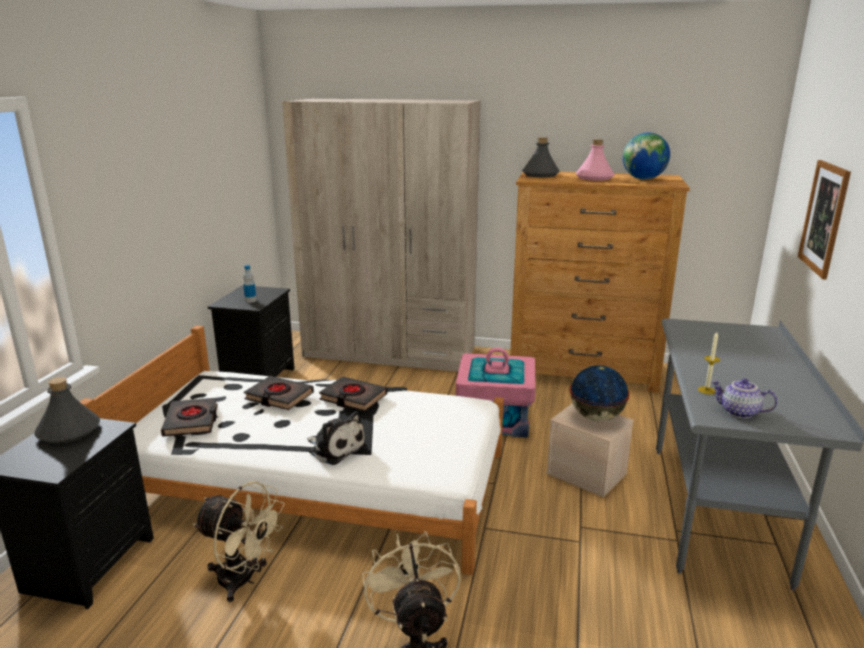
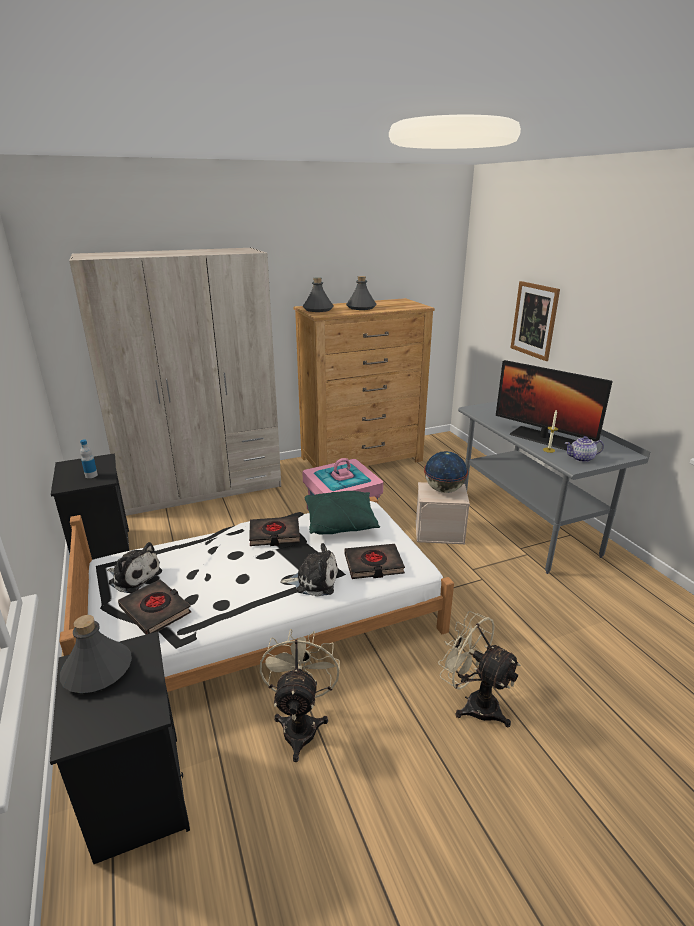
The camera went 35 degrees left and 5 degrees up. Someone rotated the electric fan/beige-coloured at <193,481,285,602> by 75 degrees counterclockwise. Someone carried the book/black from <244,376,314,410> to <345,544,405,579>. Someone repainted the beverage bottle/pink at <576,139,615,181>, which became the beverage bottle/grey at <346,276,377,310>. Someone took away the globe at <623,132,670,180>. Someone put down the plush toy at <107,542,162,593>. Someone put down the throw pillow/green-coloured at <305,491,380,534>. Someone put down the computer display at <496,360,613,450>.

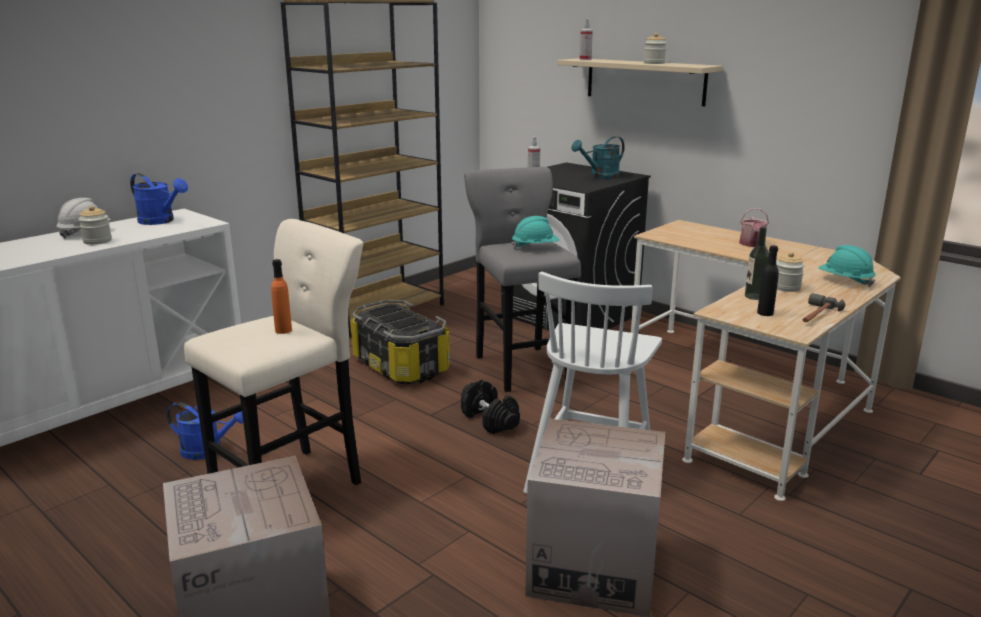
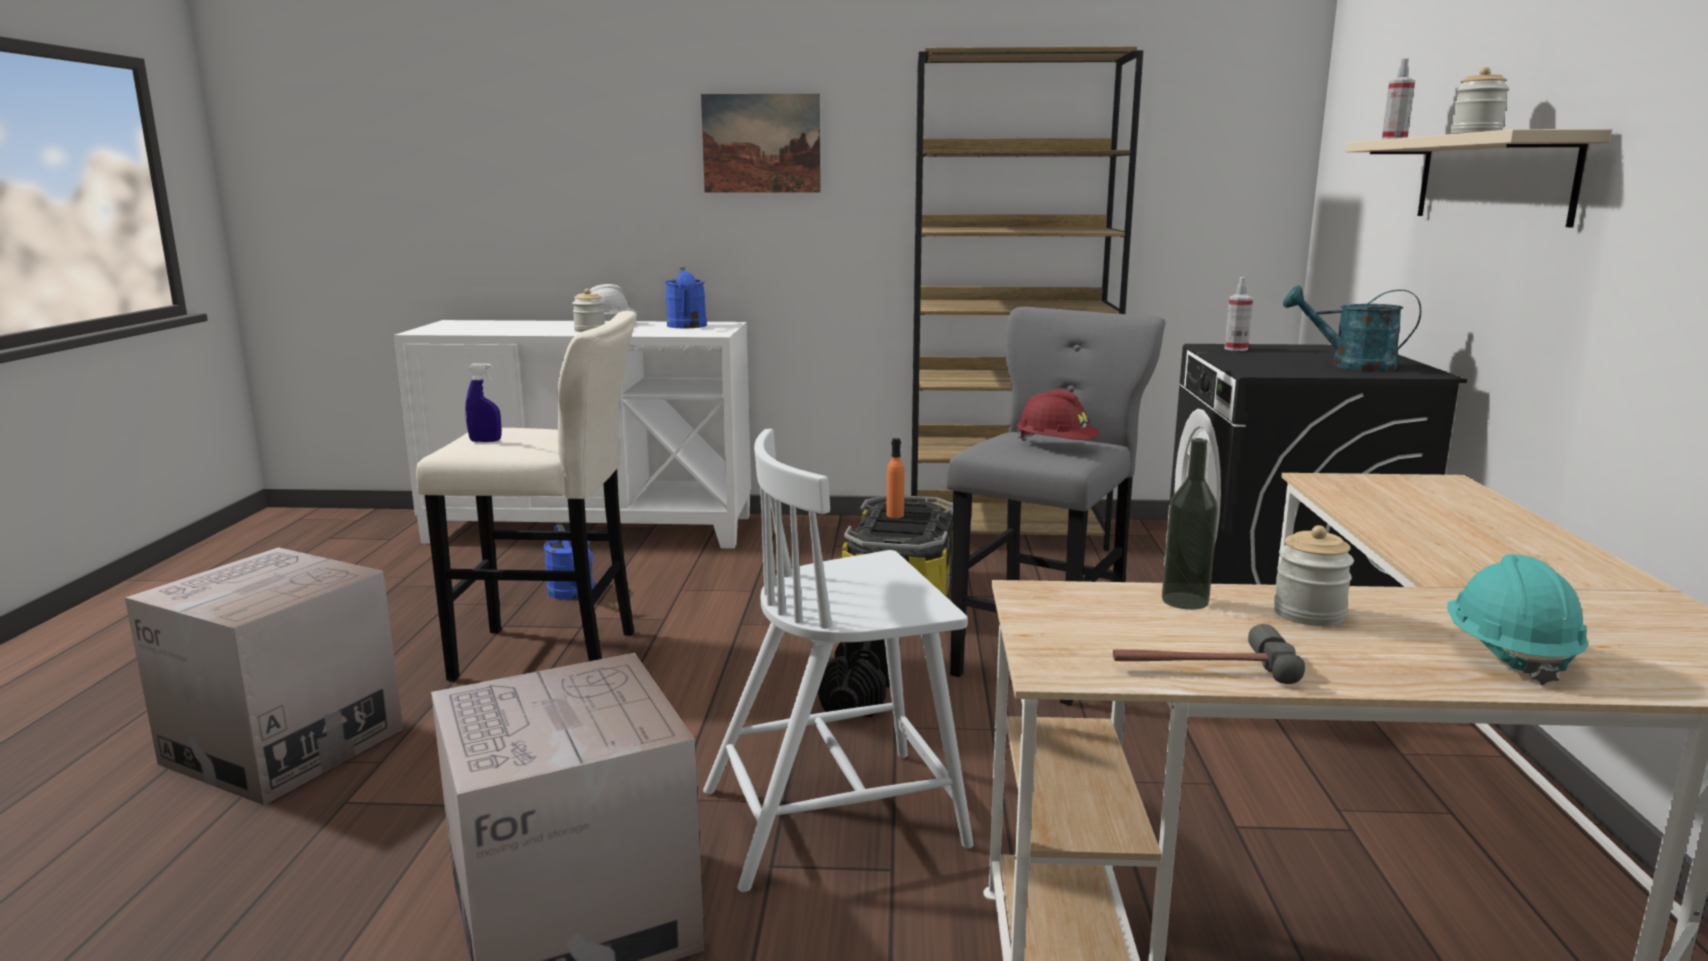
The camera went 50 degrees right and 5 degrees down. Someone carried the beverage bottle/orangey from <271,259,292,334> to <887,438,904,518>. Someone repainted the safety helmet/turquoise-coloured at <512,216,559,249>, which became the safety helmet/red at <1017,389,1100,441>. Someone took away the sprinkling can at <739,208,769,247>. Someone took away the beverage bottle/black at <757,245,779,316>. Someone put down the spray bottle/blue at <465,363,501,442>. Someone put up the wall picture at <701,94,821,193>.

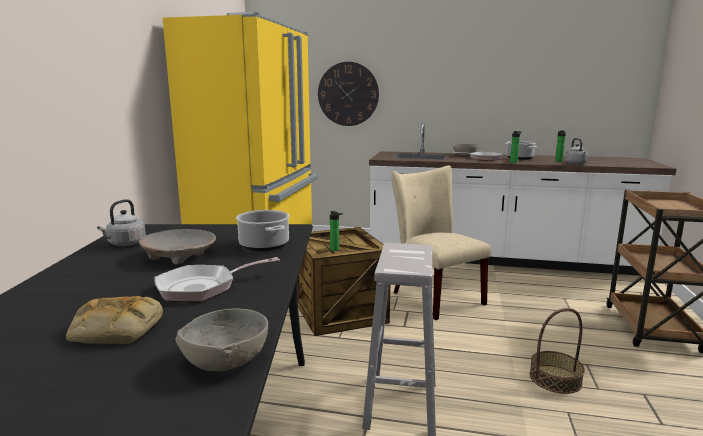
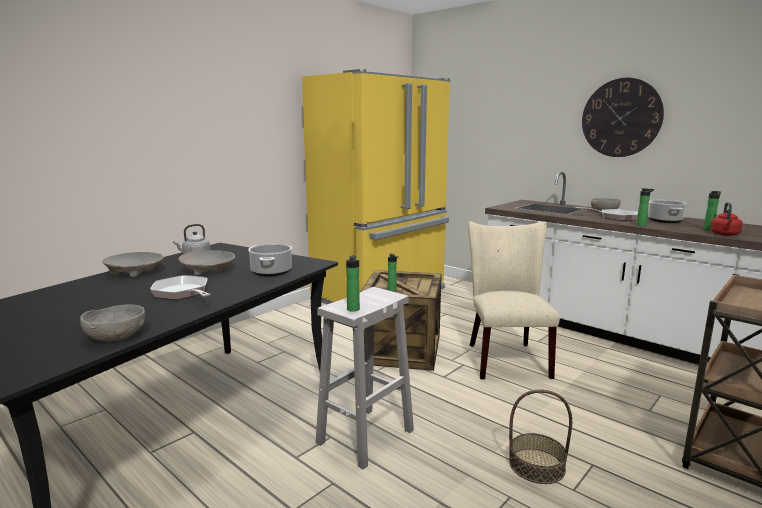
The camera went 30 degrees right and 0 degrees up. Someone took away the bread at <66,296,163,344>. Someone rotated the pan at <154,257,280,302> by 45 degrees clockwise. Someone carried the wall clock from <318,62,379,126> to <582,78,664,157>. Someone repainted the kettle/grey at <565,138,588,164>, which became the kettle/red at <710,202,743,236>. Someone put down the bowl/beige-coloured at <102,252,164,277>. Someone put down the beverage bottle at <346,255,360,312>.

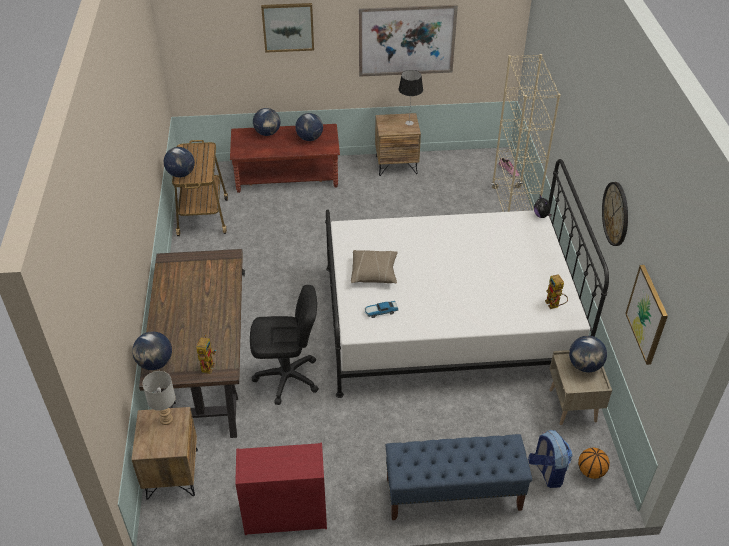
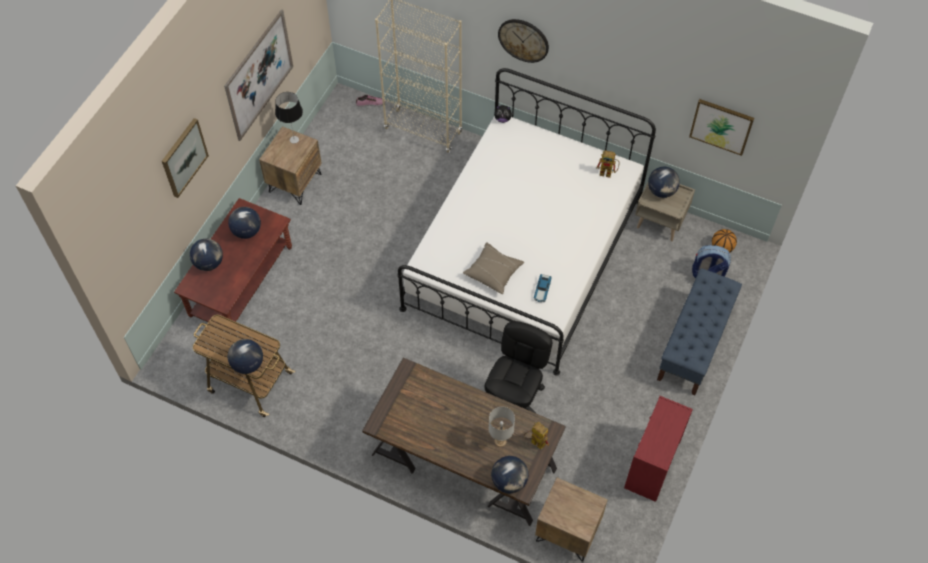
The camera went 60 degrees left and 15 degrees up. Someone carried the table lamp/grey from <142,371,176,425> to <489,407,515,447>. Someone carried the wall clock from <602,182,628,246> to <498,19,549,63>.

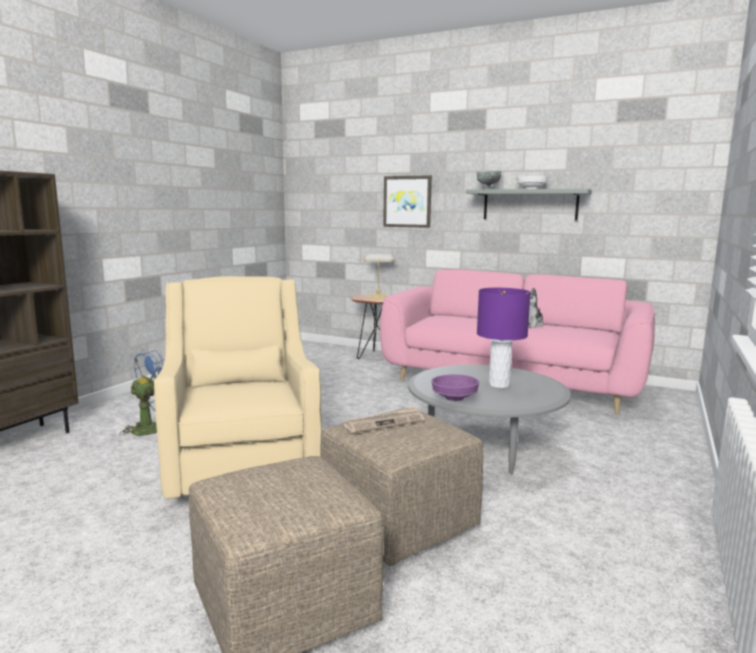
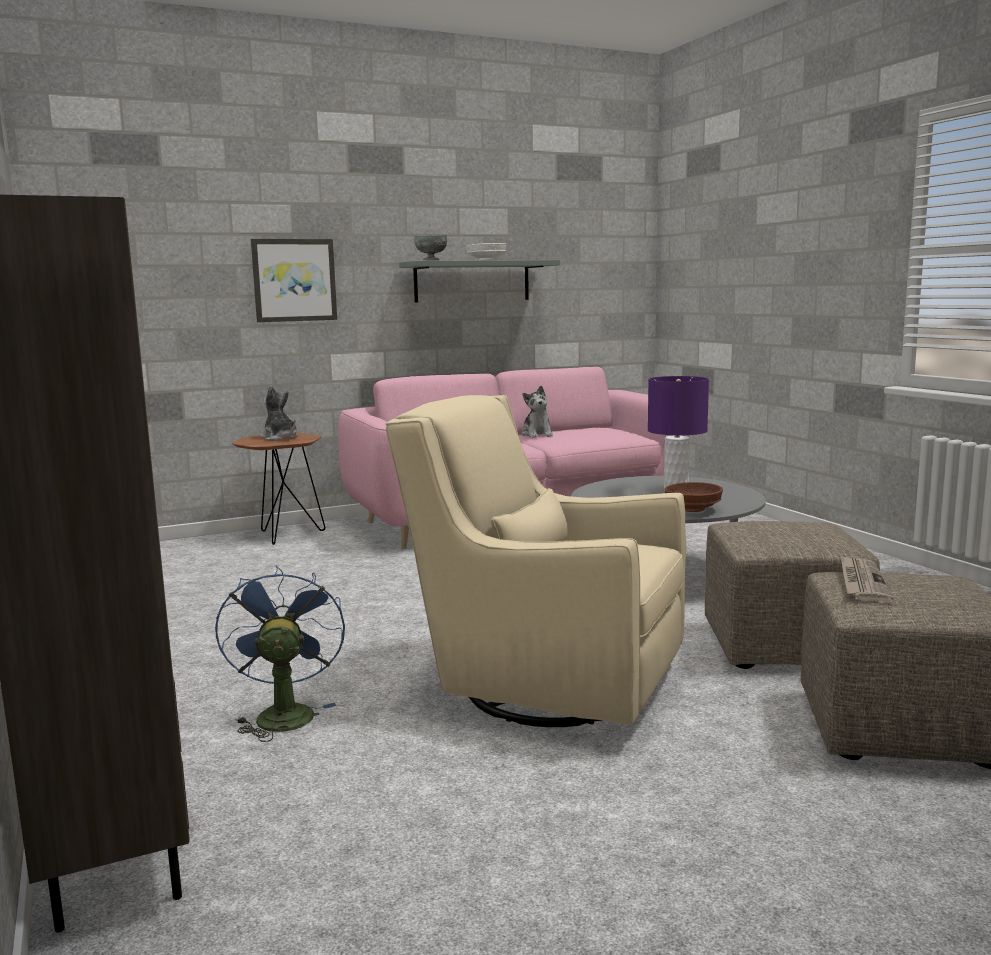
The camera went 50 degrees left and 0 degrees up. Someone carried the newspaper from <344,407,424,433> to <841,555,894,603>. Someone swapped the table lamp at <362,254,396,300> for the plush toy at <260,386,298,441>. Someone repainted the bowl/purplish at <431,375,479,401>, which became the bowl/brown-coloured at <665,482,723,512>.

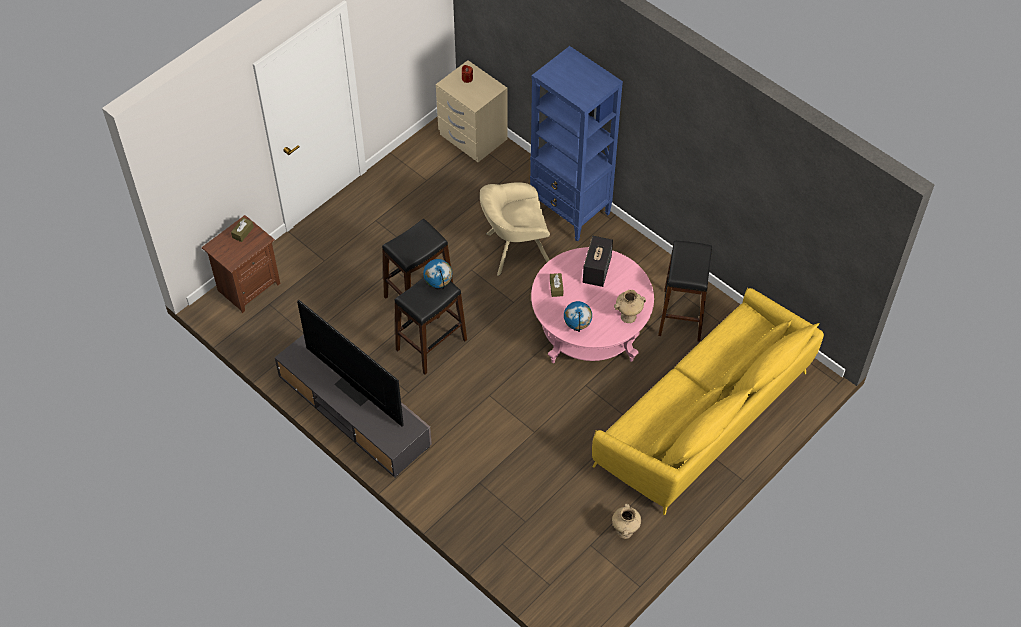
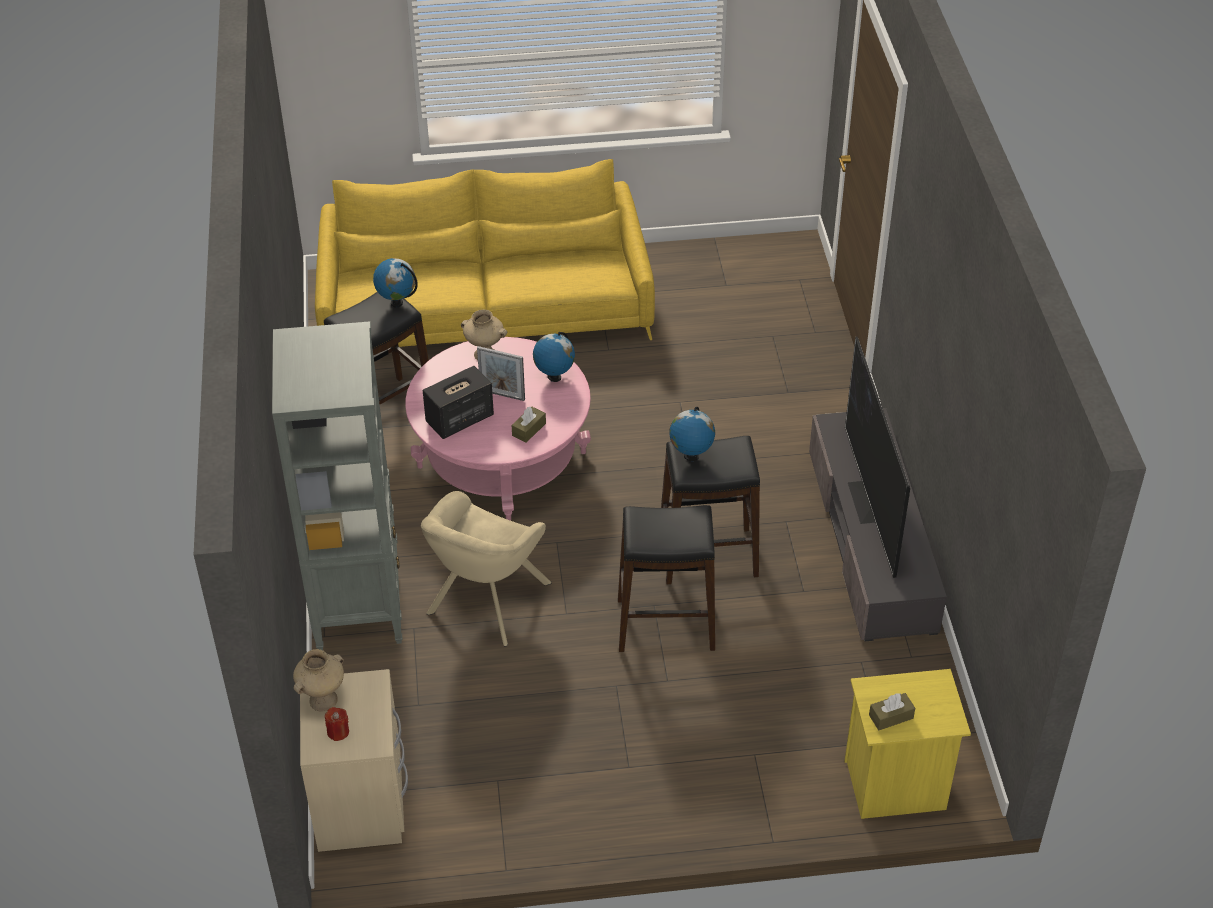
The camera went 140 degrees left and 10 degrees down. Someone repainted the bedside table/brown-coloured at <202,215,280,313>, which became the bedside table/yellow at <844,669,971,819>. Someone rotated the armchair/beige-coloured at <480,182,550,276> by 90 degrees clockwise. Someone repainted the shelving unit/blue at <530,46,623,242>, which became the shelving unit/grey at <272,321,403,650>. Someone carried the flower vase/beige-coloured from <612,504,641,539> to <293,649,344,712>. Someone put down the globe at <373,258,418,308>. Someone put down the standing frame at <477,346,525,401>.

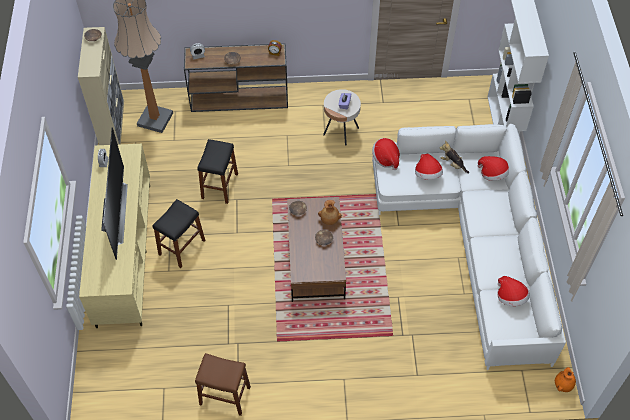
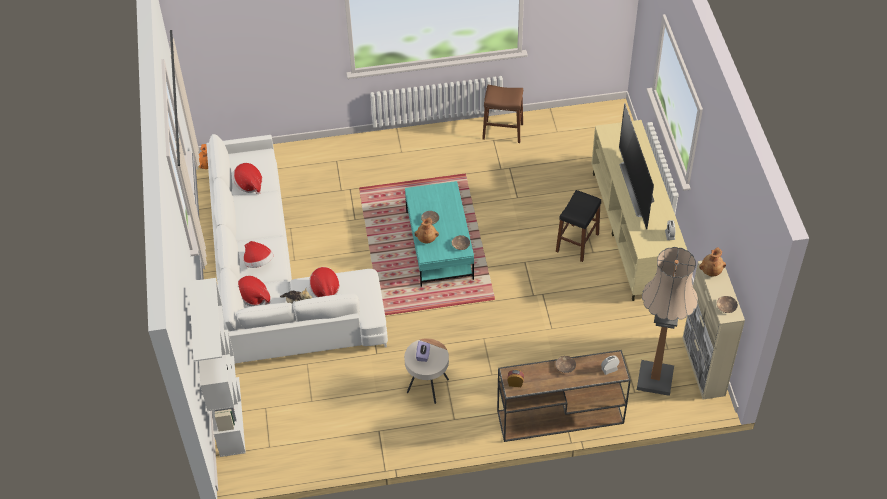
The camera went 175 degrees right and 5 degrees down. Someone took away the sitting stool/black at <197,139,238,204>. Someone repainted the lounge table/brown-coloured at <287,197,346,302>, which became the lounge table/turquoise-coloured at <405,181,474,287>. Someone carried the wearable hat from <372,138,400,170> to <244,241,273,268>. Someone put down the flower vase/brown-coloured at <699,247,726,276>.

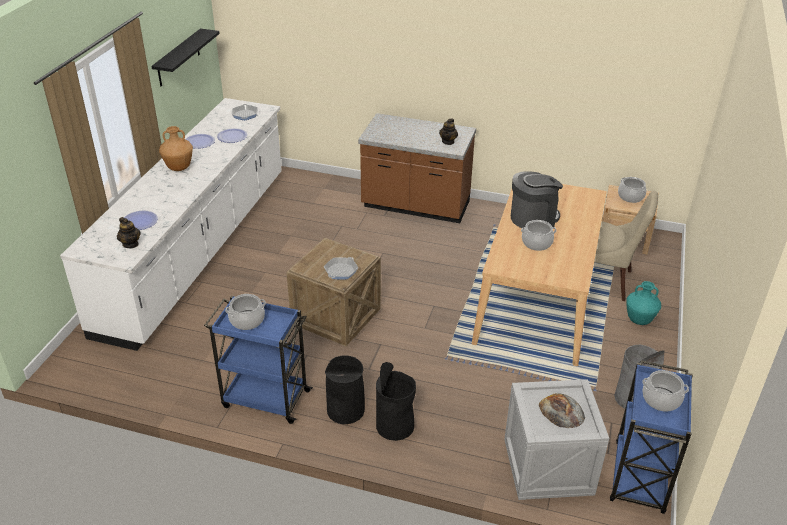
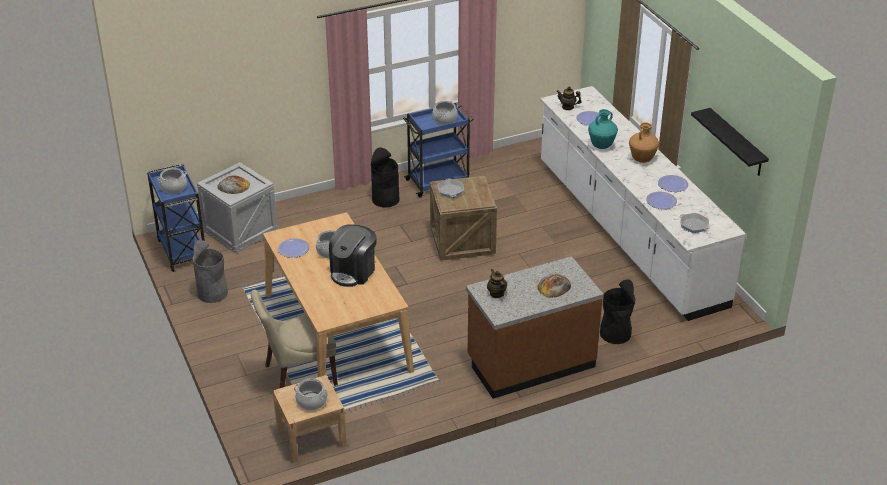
The camera went 140 degrees right and 0 degrees up. Someone carried the trash can/black from <376,362,416,441> to <600,280,635,344>. Someone carried the flower vase/turquoise-coloured from <626,281,661,325> to <588,109,618,149>. Someone put down the dinner plate at <278,238,309,258>. Someone put down the bread at <537,274,571,298>.

